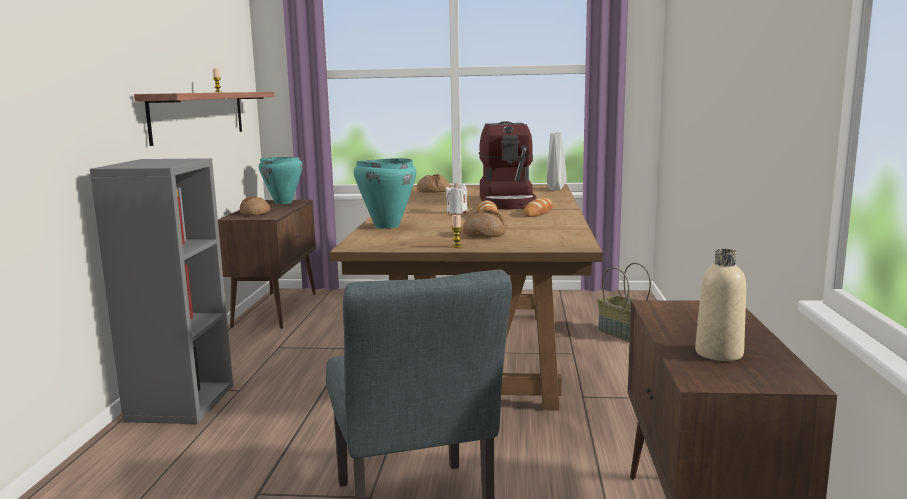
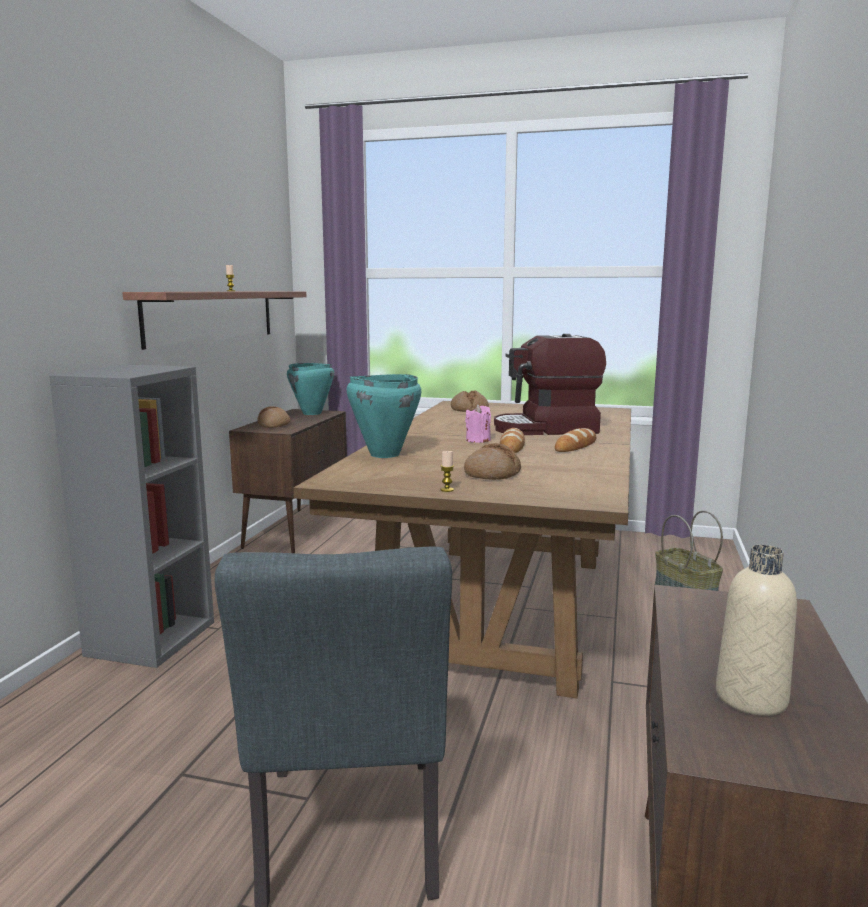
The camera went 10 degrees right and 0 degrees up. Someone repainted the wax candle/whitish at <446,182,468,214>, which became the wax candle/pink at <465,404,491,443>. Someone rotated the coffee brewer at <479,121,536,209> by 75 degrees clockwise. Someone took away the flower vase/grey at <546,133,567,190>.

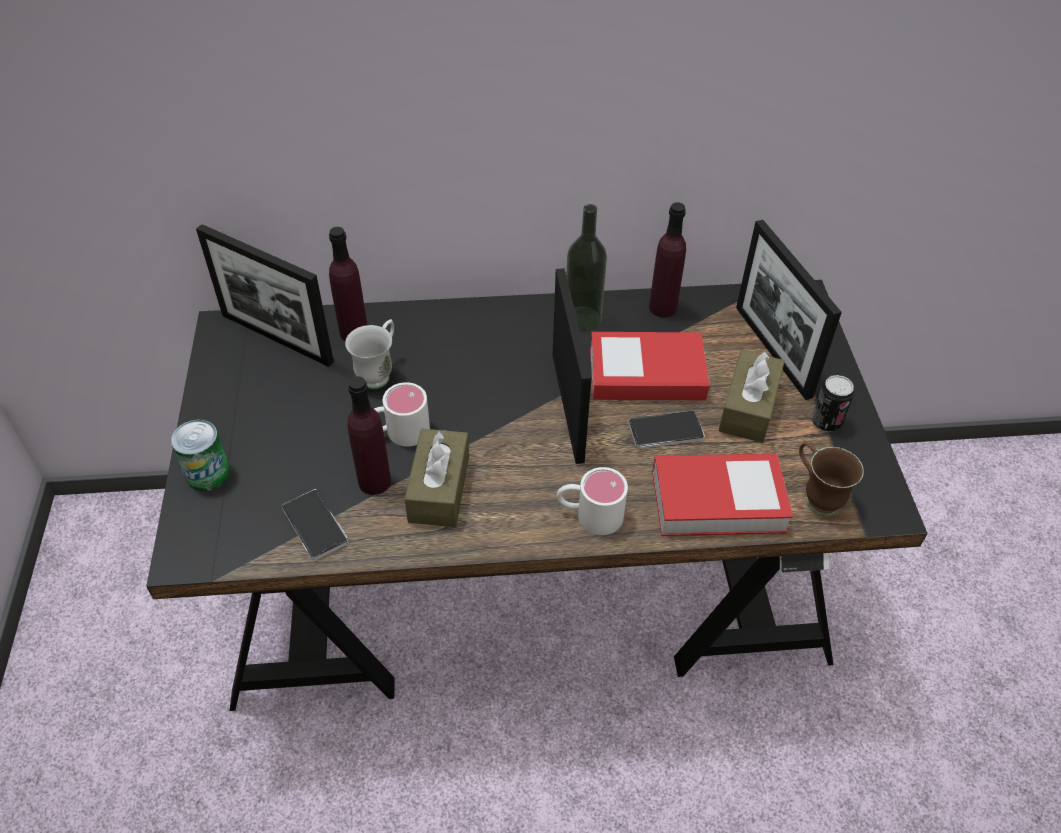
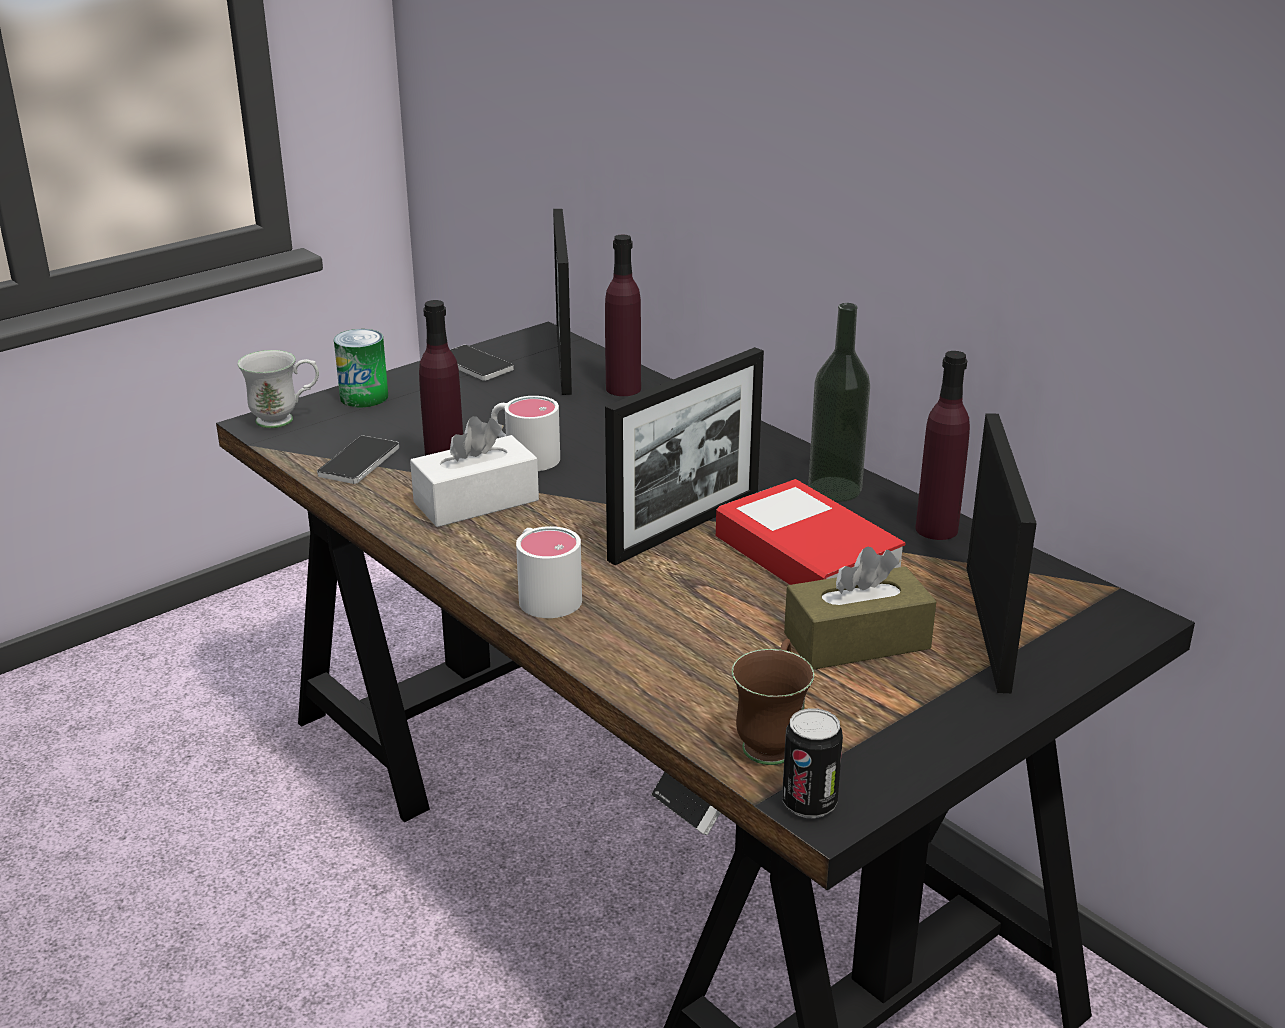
The camera went 55 degrees right and 20 degrees down. Someone carried the coffee mug/whitish from <345,319,394,389> to <238,350,319,428>. Someone repainted the box of tissues/brown-coloured at <404,429,469,527>, which became the box of tissues/whitish at <410,416,539,527>. Someone carried the phone from <628,411,705,449> to <451,345,514,381>. Someone took away the book at <653,453,793,536>. Someone rotated the standing frame at <736,220,842,400> by 150 degrees clockwise. Someone carried the sealed can from <812,375,854,432> to <782,708,843,818>.

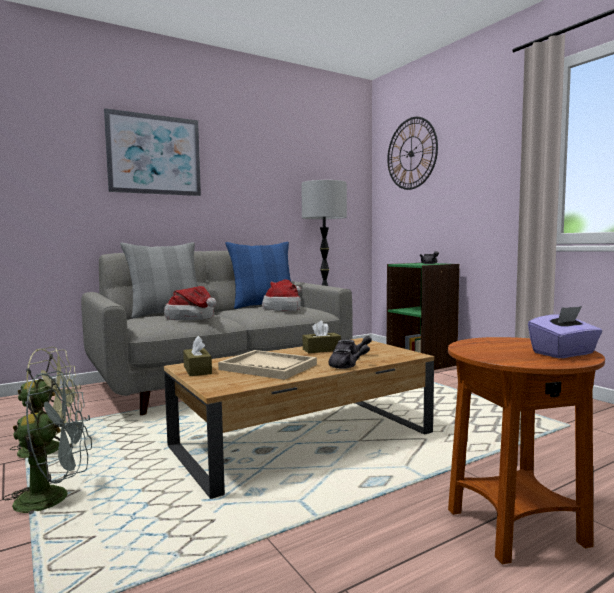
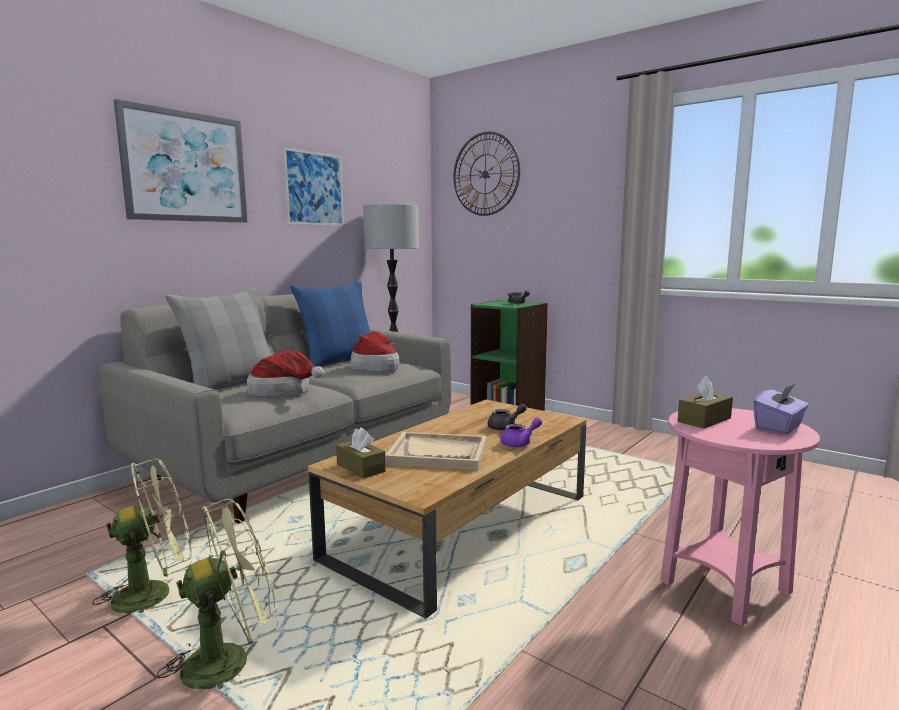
The camera went 20 degrees left and 5 degrees up. Someone repainted the electric fan/grey at <2,371,92,514>, which became the electric fan/green-coloured at <157,499,278,689>. Someone carried the box of tissues/brown-coloured from <303,321,341,353> to <678,376,733,429>. Someone repainted the teapot/grey at <329,344,370,369>, which became the teapot/purplish at <500,417,542,447>. Someone repainted the side table/brown-coloured at <448,337,605,564>, which became the side table/pink at <660,408,820,626>. Someone put up the wall picture at <283,147,344,226>.

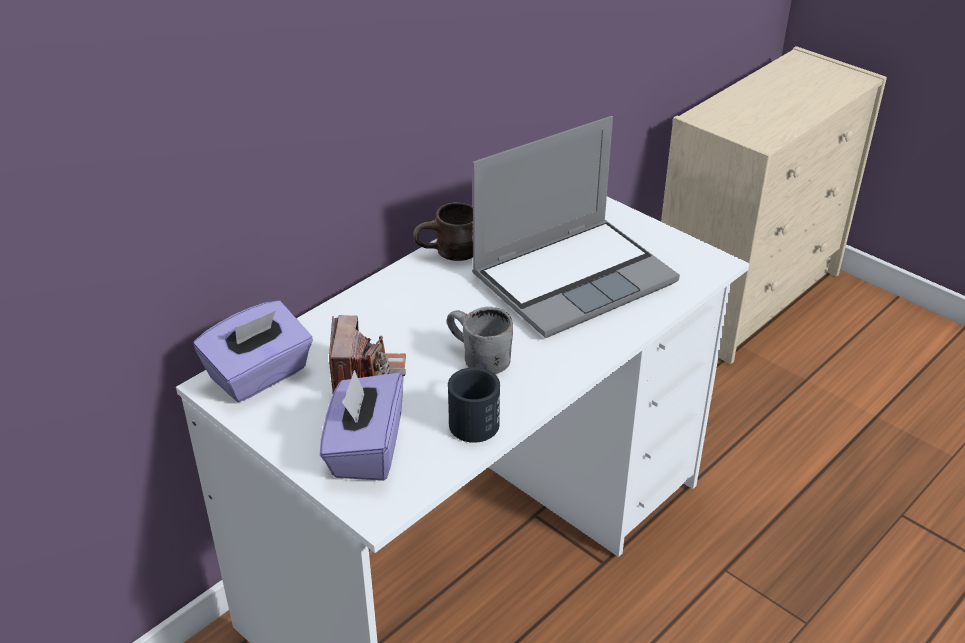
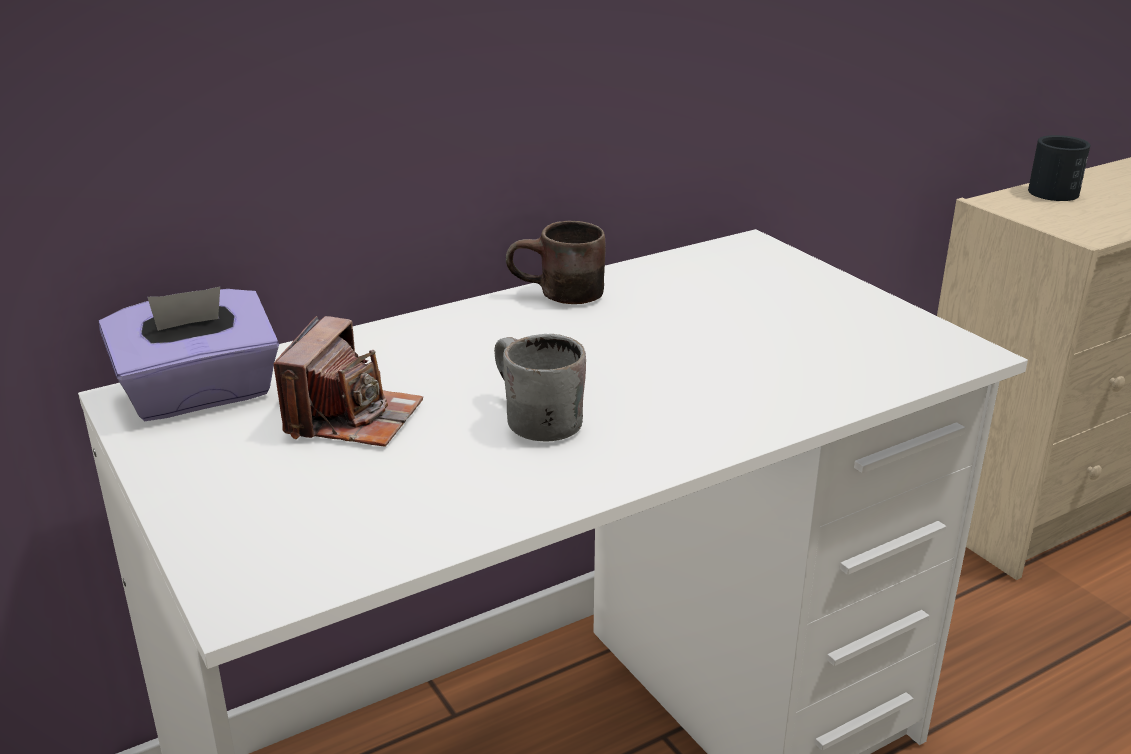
The camera went 15 degrees right and 10 degrees down. Someone took away the box of tissues/purplish at <320,370,403,481>. Someone carried the coffee mug/black from <448,363,500,443> to <1028,135,1091,201>. Someone took away the laptop at <472,116,680,338>.

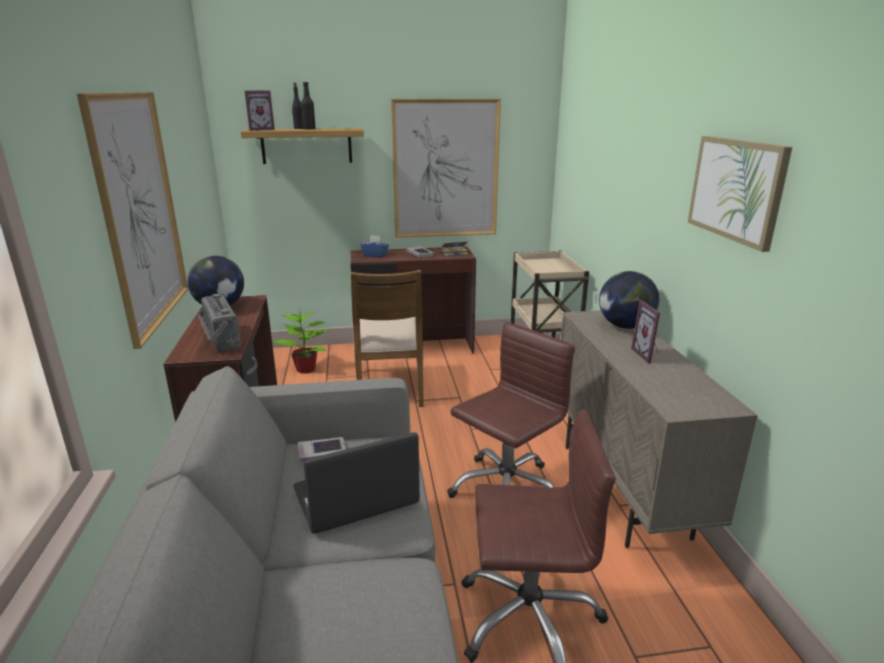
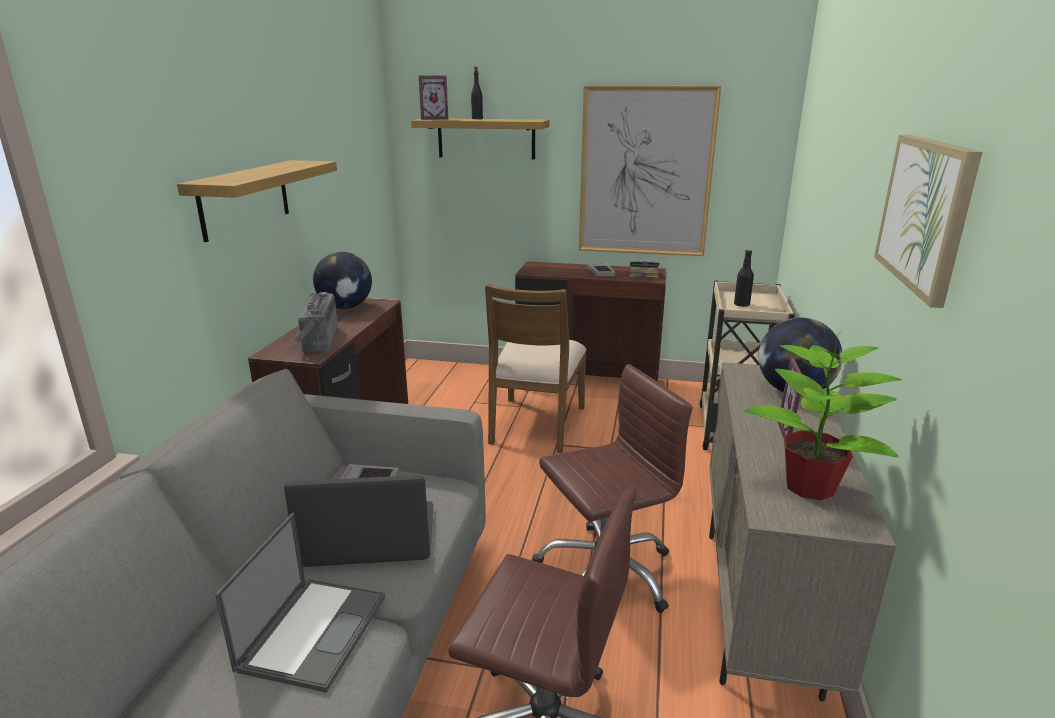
The camera went 20 degrees right and 0 degrees up. Someone swapped the wall picture at <77,92,188,349> for the wall shelf at <177,160,337,242>. Someone carried the plant in a pot from <272,307,329,374> to <744,331,901,500>. Someone carried the beverage bottle/black from <301,82,316,129> to <734,250,754,307>. Someone took away the box of tissues/blue at <360,235,389,257>. Someone put down the laptop at <215,513,385,693>.

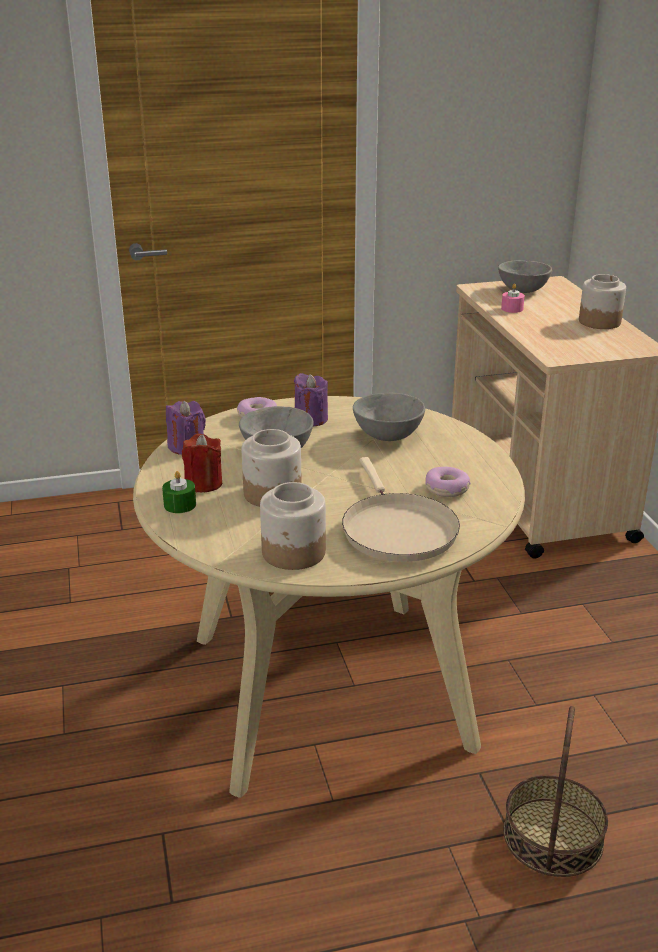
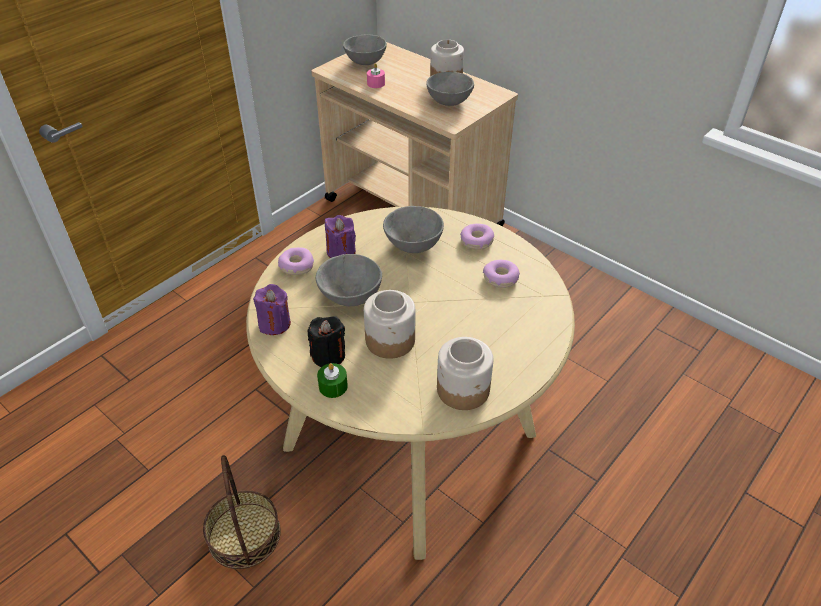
The camera went 35 degrees left and 15 degrees up. Someone repainted the wax candle/red at <182,434,222,492>, which became the wax candle/black at <307,316,345,367>. Someone took away the pan/beige-coloured at <342,457,460,562>. Someone carried the basket from <503,706,608,877> to <203,455,281,569>. Someone put down the bowl/grey at <426,72,474,106>. Someone put down the donut at <460,223,494,250>.

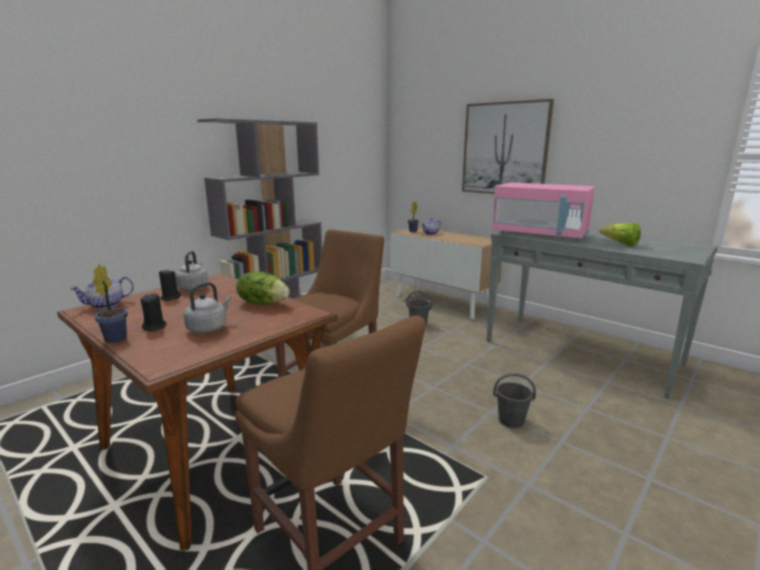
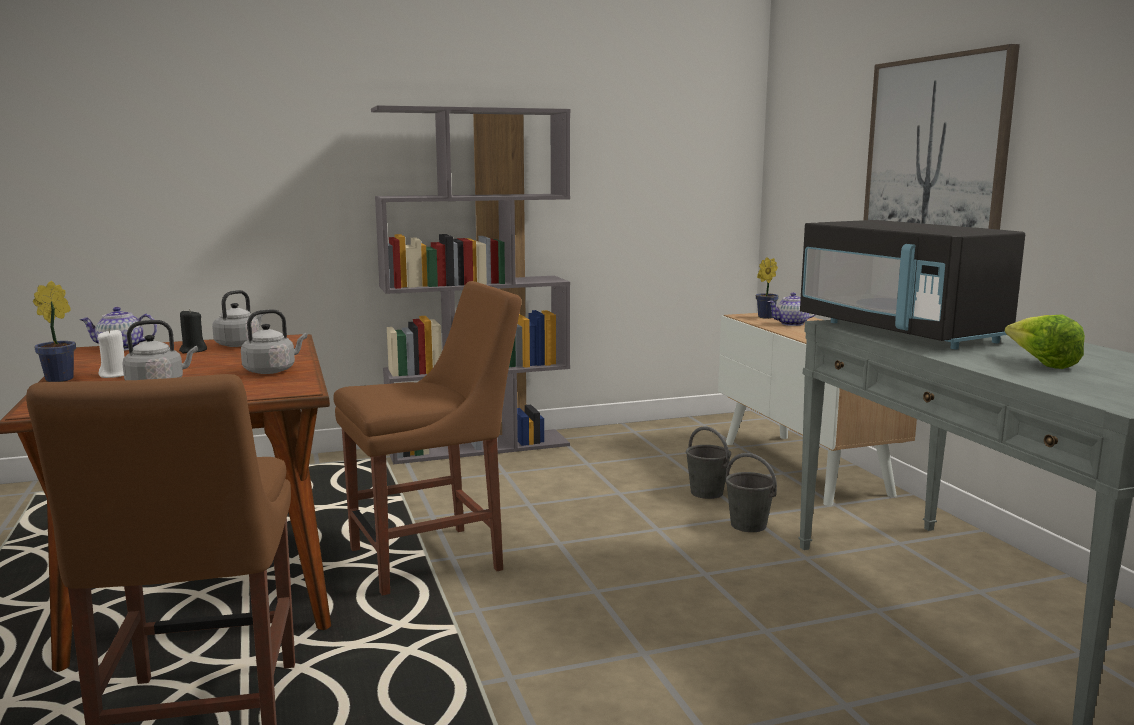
The camera went 30 degrees right and 5 degrees down. Someone repainted the wax candle/black at <140,293,167,331>, which became the wax candle/whitish at <98,328,124,378>. Someone swapped the lettuce at <236,272,290,305> for the kettle/grey at <241,309,307,374>. Someone repainted the microwave oven/pink at <492,182,595,241>, which became the microwave oven/black at <800,220,1025,349>. Someone carried the water bucket/grey from <493,373,536,428> to <725,453,777,532>.

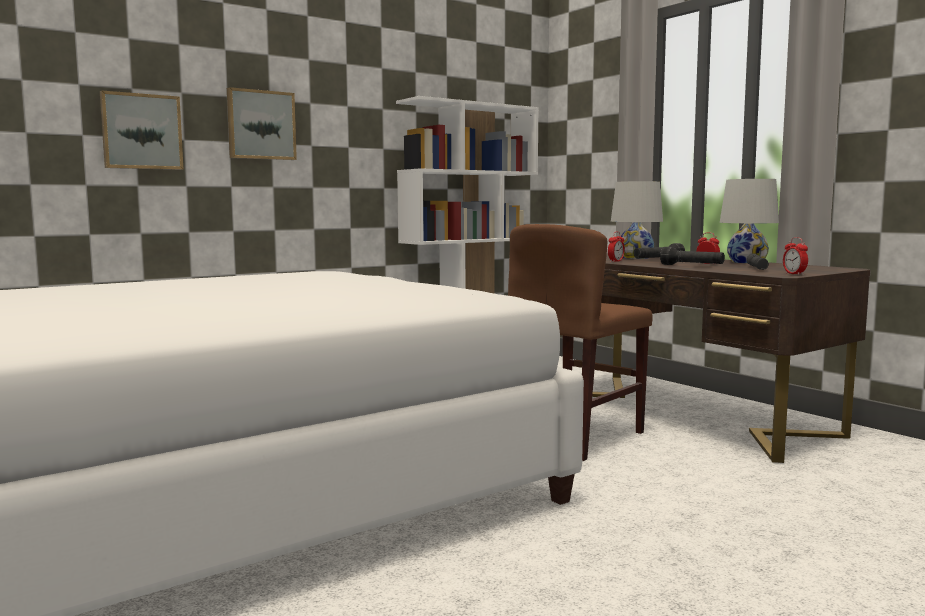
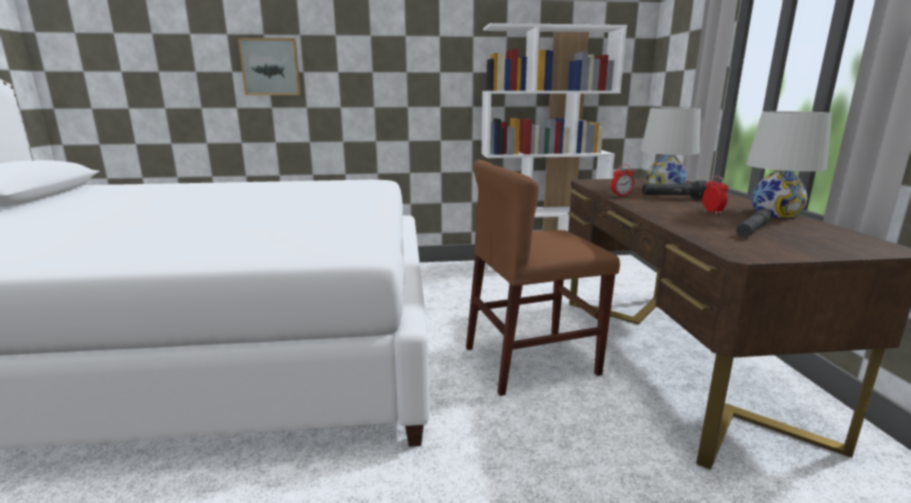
The camera went 30 degrees right and 10 degrees up. Someone took away the wall picture at <227,87,297,160>. Someone took away the hand torch/black at <660,247,725,265>. Someone took away the alarm clock at <783,237,808,275>.

